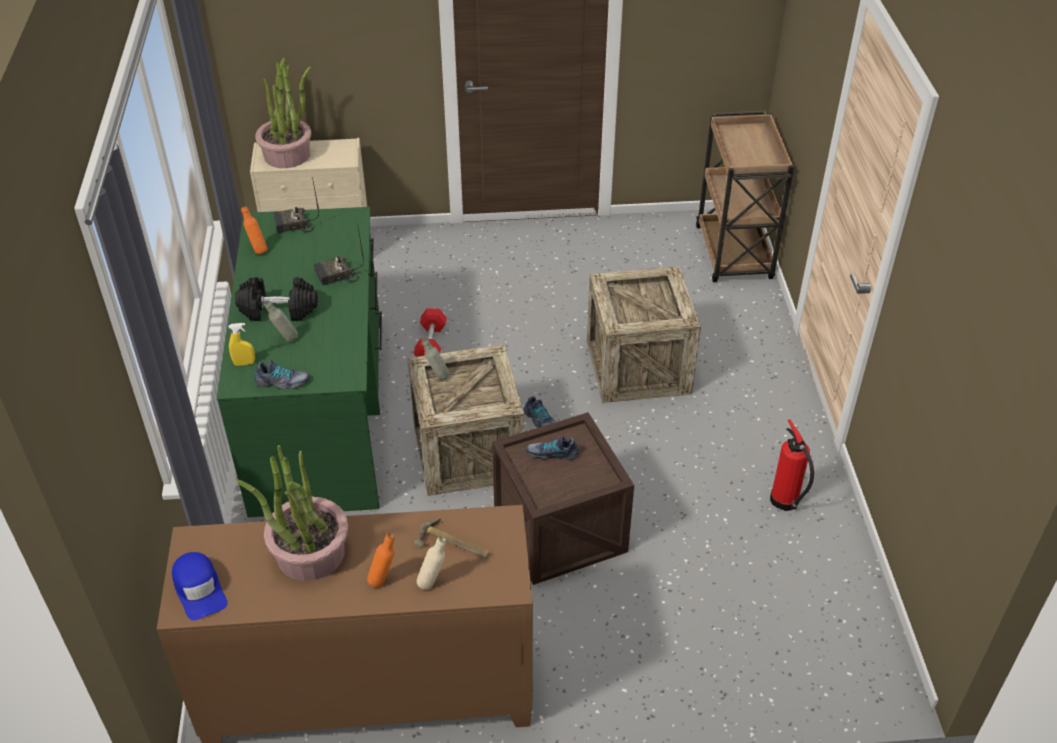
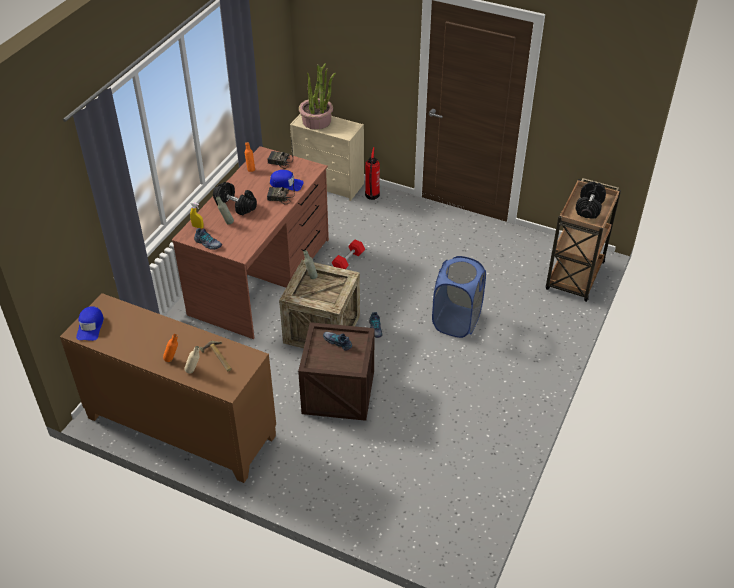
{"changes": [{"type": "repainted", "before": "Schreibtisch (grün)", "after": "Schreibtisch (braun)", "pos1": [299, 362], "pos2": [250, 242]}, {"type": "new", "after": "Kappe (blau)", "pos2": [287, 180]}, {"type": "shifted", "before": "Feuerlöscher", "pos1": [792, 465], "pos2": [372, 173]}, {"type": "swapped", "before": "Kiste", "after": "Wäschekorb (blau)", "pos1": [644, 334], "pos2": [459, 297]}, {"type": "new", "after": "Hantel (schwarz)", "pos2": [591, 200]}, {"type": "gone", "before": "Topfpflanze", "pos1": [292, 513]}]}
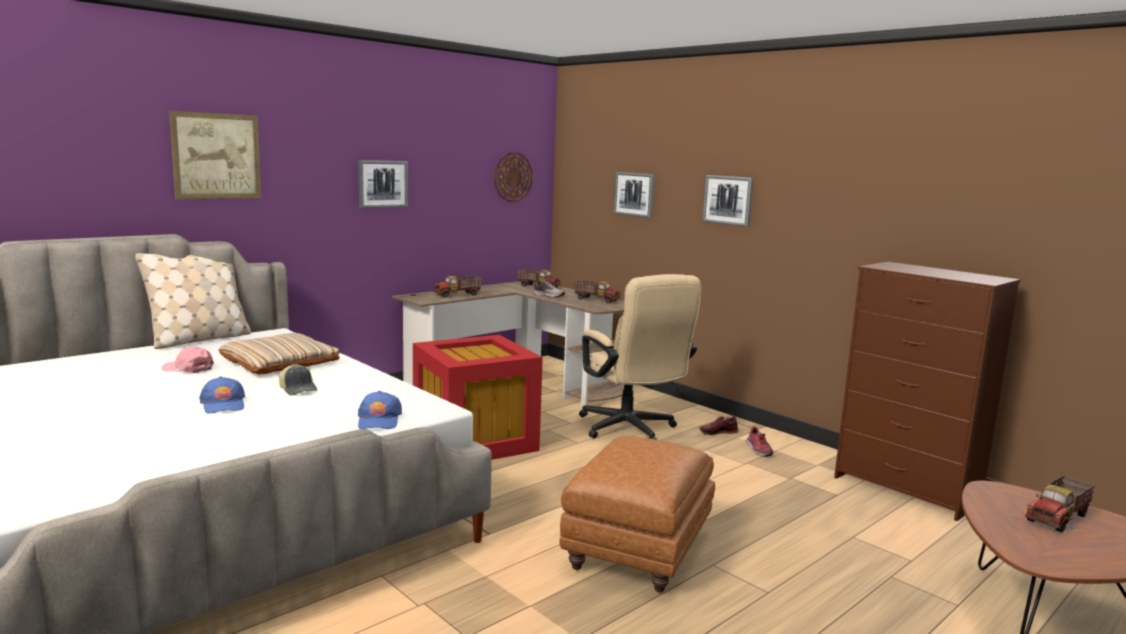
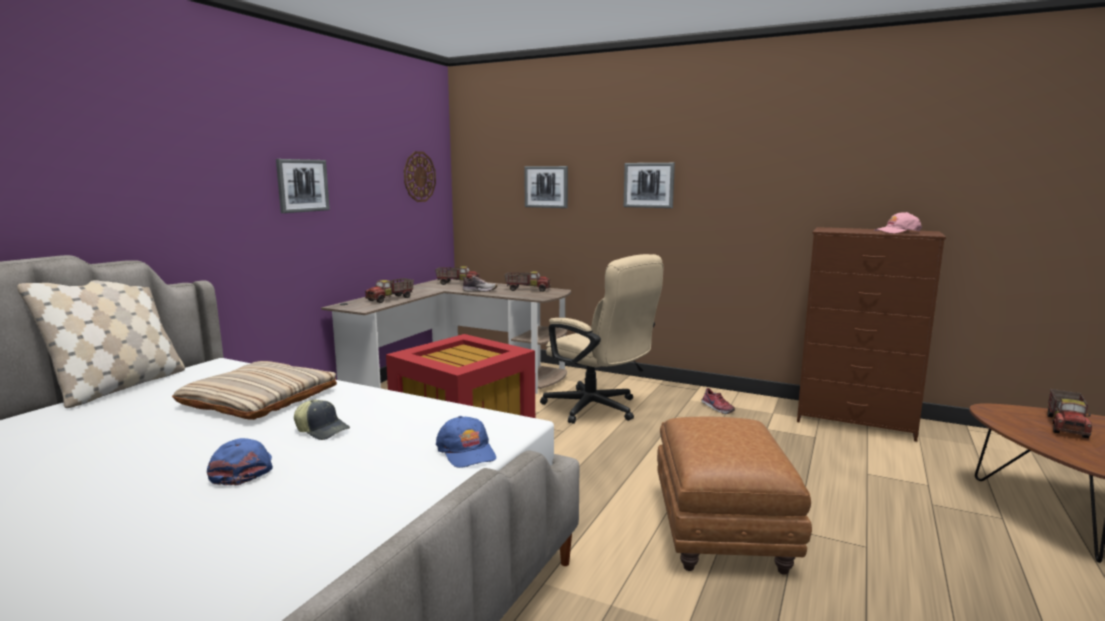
{"changes": [{"type": "rotated", "before": "Kappe (blau)", "pos1": [222, 395], "pos2": [240, 461], "turn": -150}, {"type": "shifted", "before": "Kappe (rosa)", "pos1": [188, 360], "pos2": [898, 222]}, {"type": "gone", "before": "Bild", "pos1": [215, 155]}, {"type": "gone", "before": "Schuh", "pos1": [719, 425]}]}
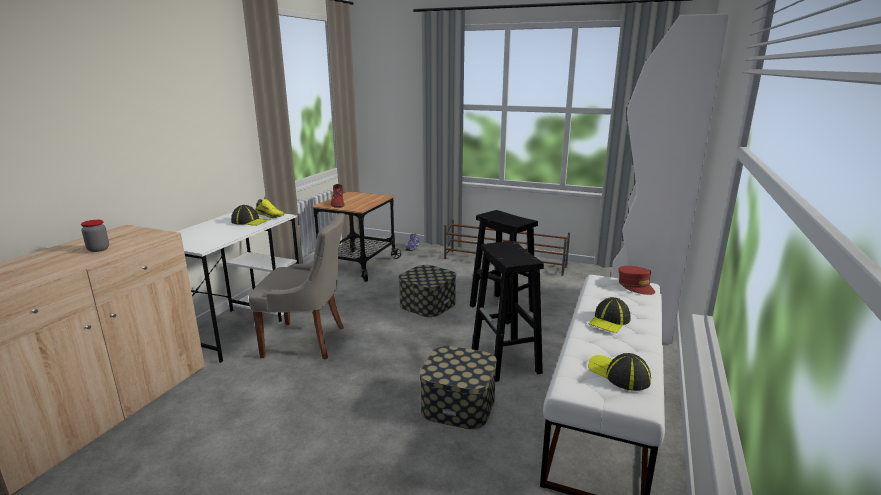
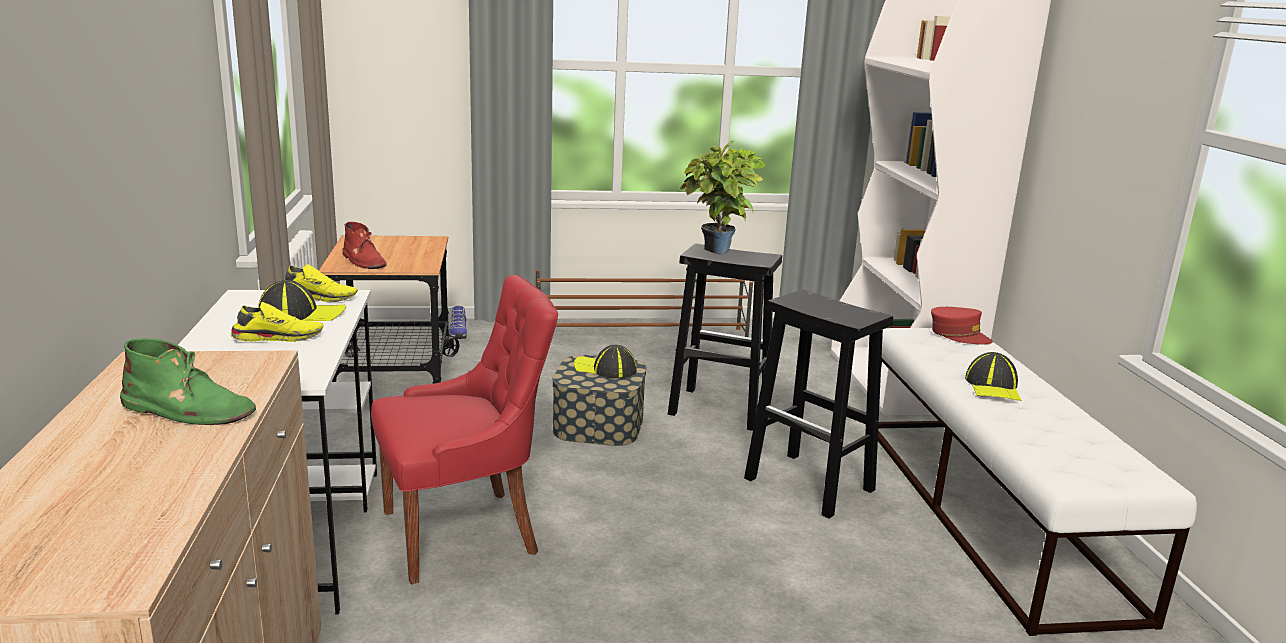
{"changes": [{"type": "swapped", "before": "Vorratsglas", "after": "Stiefel (grün)", "pos1": [95, 236], "pos2": [188, 381]}, {"type": "new", "after": "Schuh (gelb)", "pos2": [277, 322]}, {"type": "repainted", "before": "Stuhl (grau)", "after": "Stuhl (rot)", "pos1": [297, 286], "pos2": [464, 429]}, {"type": "shifted", "before": "Kappe", "pos1": [619, 372], "pos2": [605, 362]}, {"type": "new", "after": "Topfpflanze", "pos2": [722, 197]}, {"type": "gone", "before": "Aufbewahrungsbox", "pos1": [458, 387]}]}
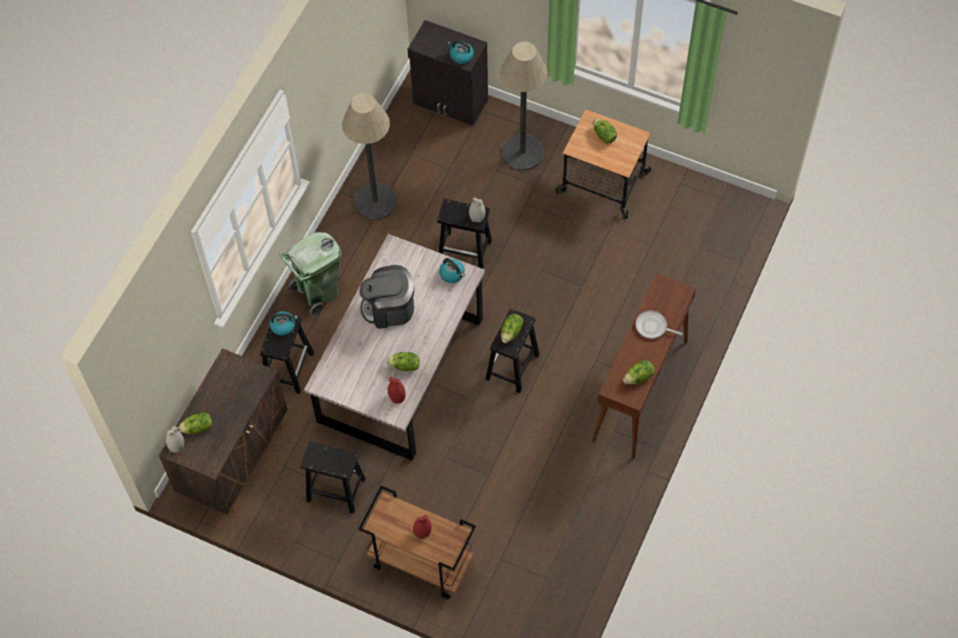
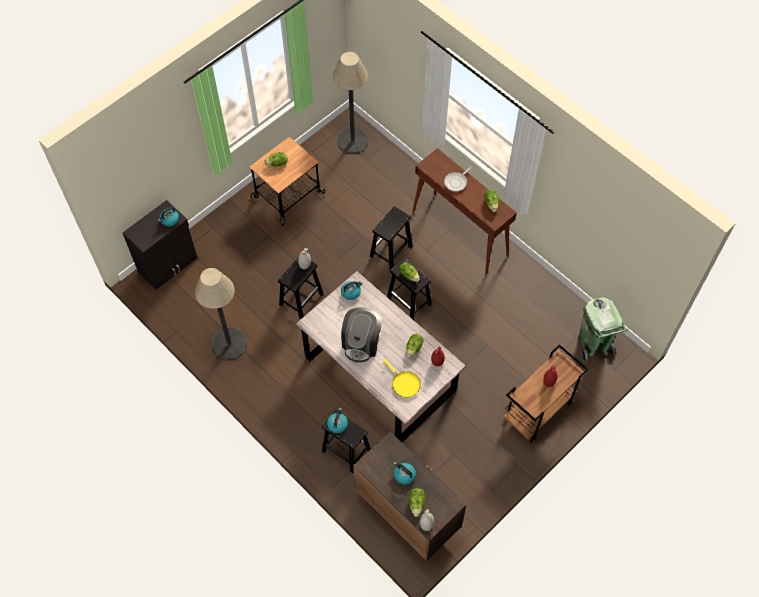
{"changes": [{"type": "shifted", "before": "Stehlampe", "pos1": [524, 106], "pos2": [350, 103]}, {"type": "shifted", "before": "Hocker (schwarz)", "pos1": [333, 477], "pos2": [391, 237]}, {"type": "new", "after": "Pfanne (gelb)", "pos2": [402, 378]}, {"type": "new", "after": "Wasserkessel", "pos2": [404, 473]}, {"type": "shifted", "before": "Mülleimer (grün)", "pos1": [311, 274], "pos2": [602, 330]}]}
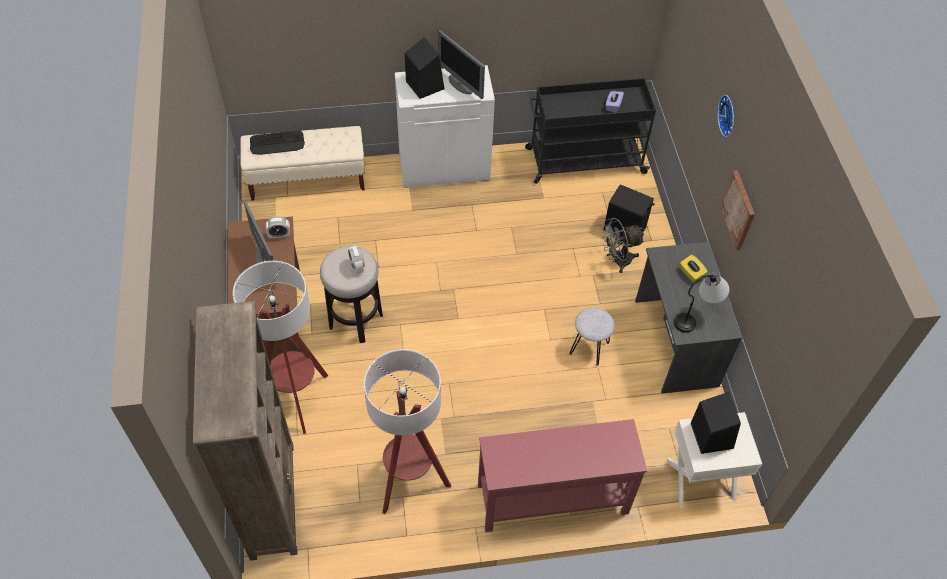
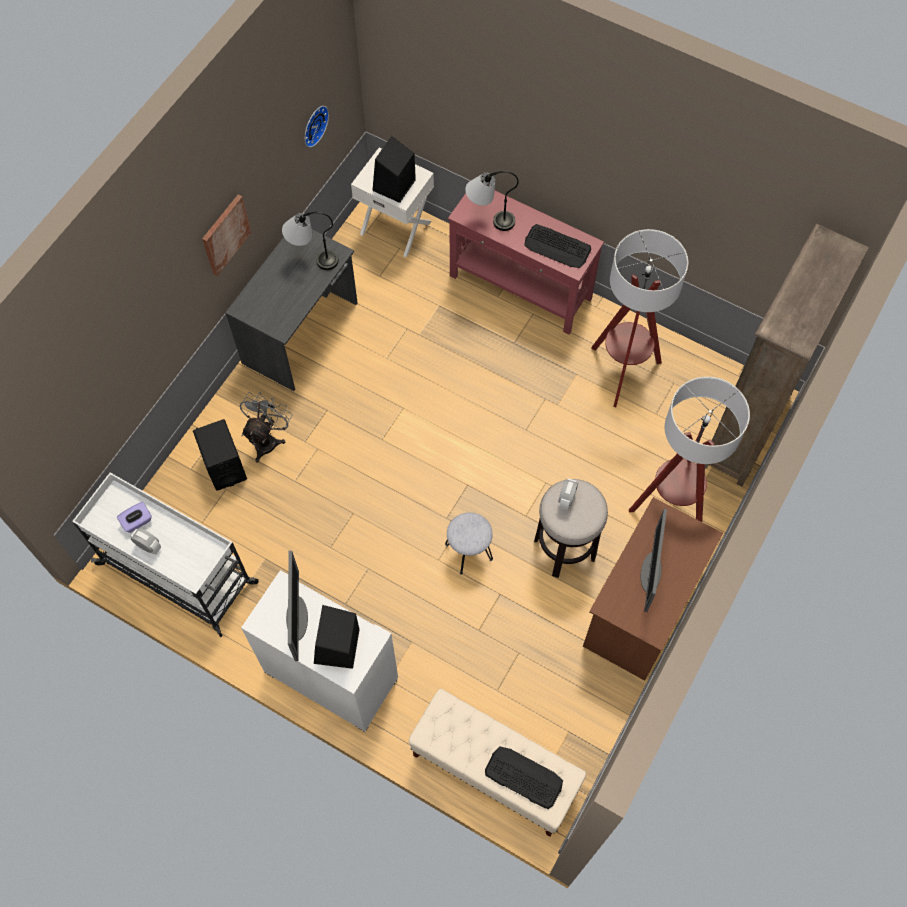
{"changes": [{"type": "repainted", "before": "Rollwagen (schwarz)", "after": "Rollwagen (weiß)", "pos1": [590, 131], "pos2": [165, 554]}, {"type": "shifted", "before": "Wecker", "pos1": [278, 227], "pos2": [145, 541]}, {"type": "rotated", "before": "Ventilator (grau)", "pos1": [623, 245], "pos2": [266, 427], "turn": -90}, {"type": "shifted", "before": "Wanduhr", "pos1": [726, 116], "pos2": [316, 126]}, {"type": "shifted", "before": "Hocker (grau)", "pos1": [592, 337], "pos2": [469, 543]}, {"type": "new", "after": "Tischlampe", "pos2": [492, 201]}, {"type": "new", "after": "Tastatur", "pos2": [557, 246]}, {"type": "gone", "before": "Taschentuchbox (gelb)", "pos1": [694, 269]}]}
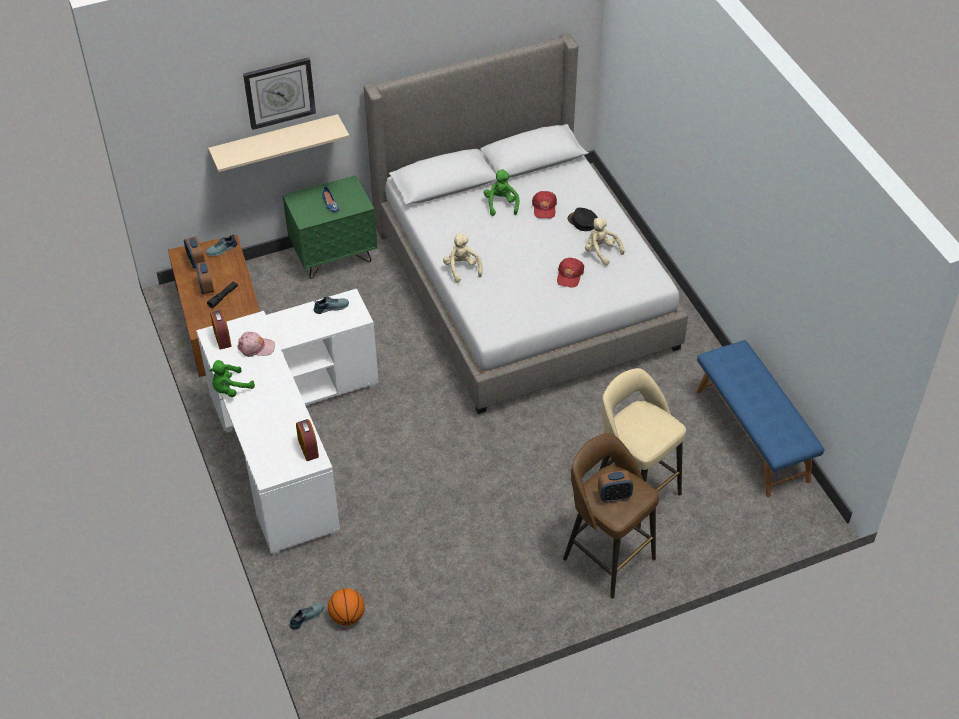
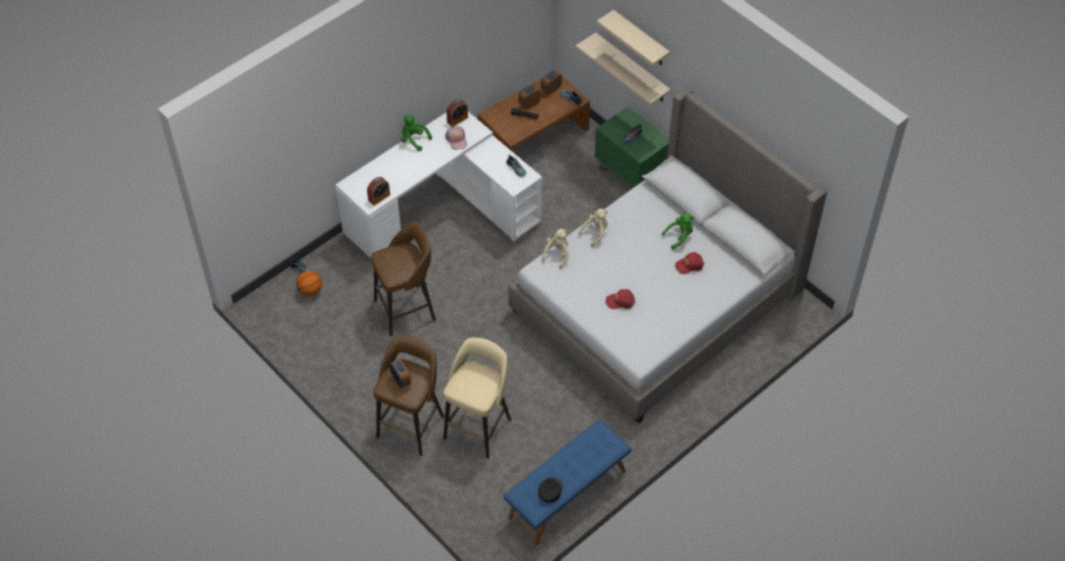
{"changes": [{"type": "new", "after": "Hocker (braun)", "pos2": [403, 279]}, {"type": "shifted", "before": "Kappe (schwarz)", "pos1": [583, 219], "pos2": [550, 490]}, {"type": "shifted", "before": "Plüschtier (beige)", "pos1": [605, 242], "pos2": [555, 249]}, {"type": "swapped", "before": "Wanduhr", "after": "Wandregal (beige)", "pos1": [279, 93], "pos2": [633, 38]}]}
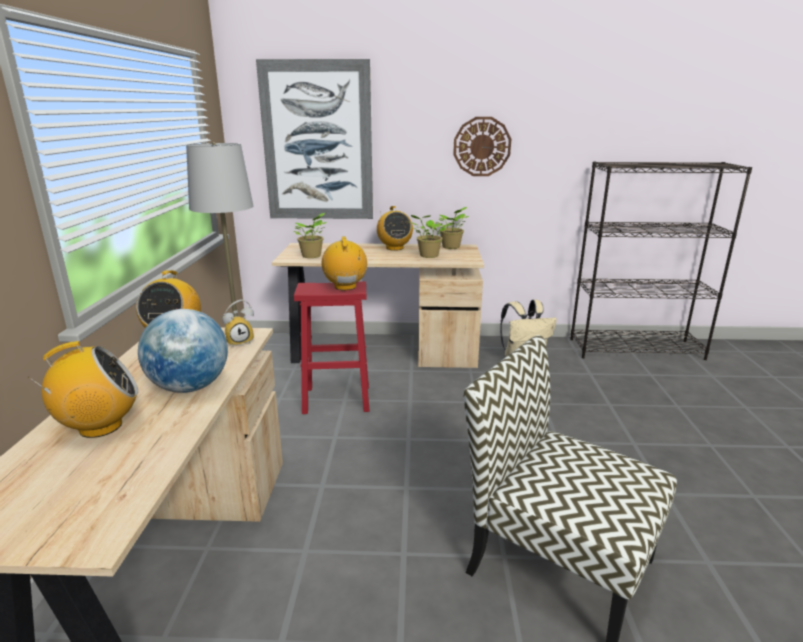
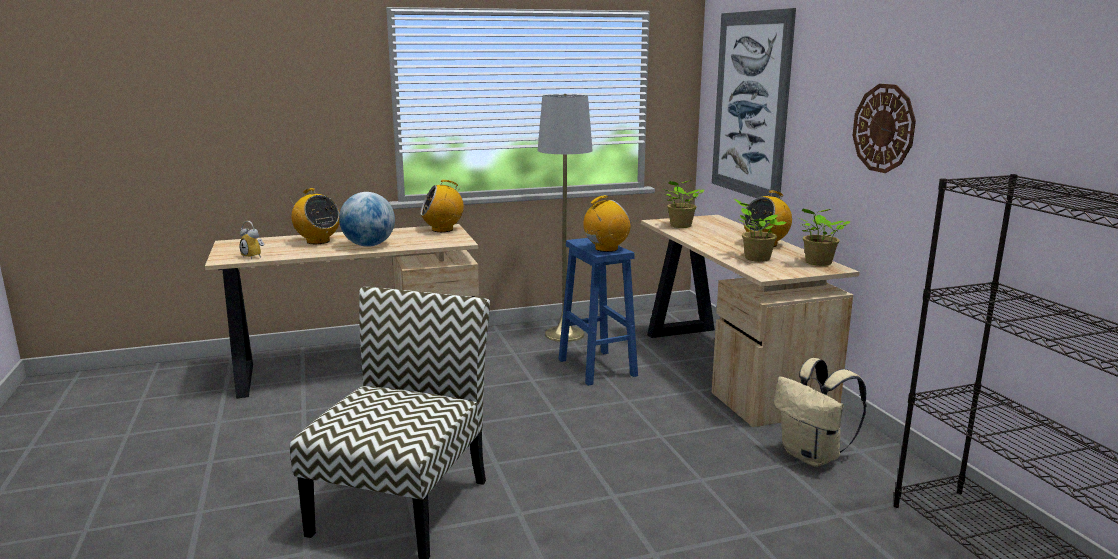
{"changes": [{"type": "shifted", "before": "Wecker", "pos1": [238, 323], "pos2": [252, 240]}, {"type": "repainted", "before": "Hocker (rot)", "after": "Hocker (blau)", "pos1": [331, 347], "pos2": [598, 312]}]}
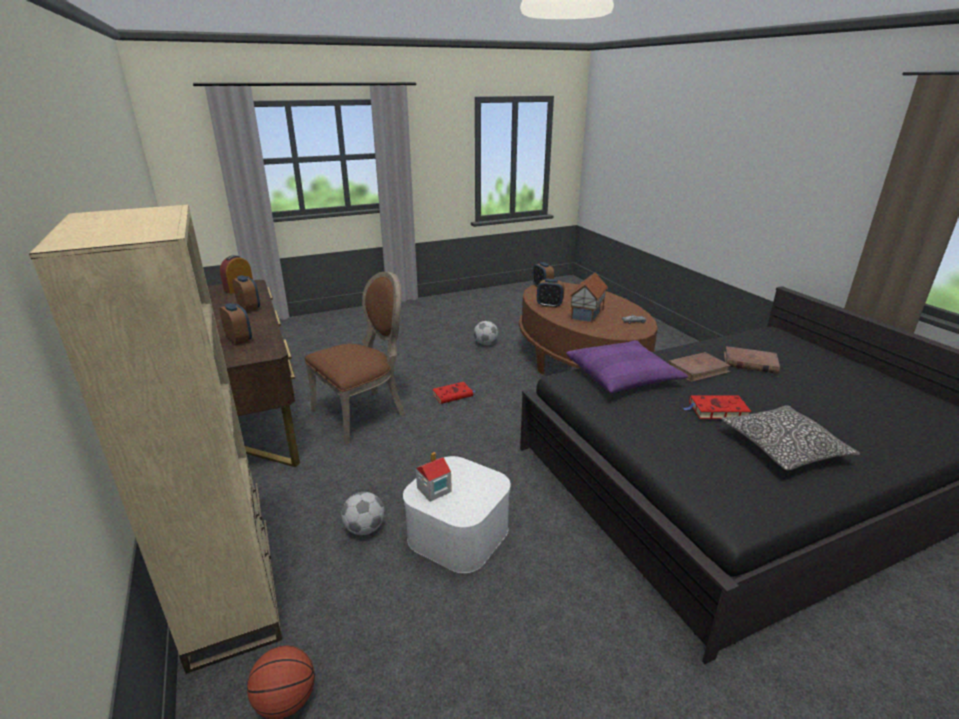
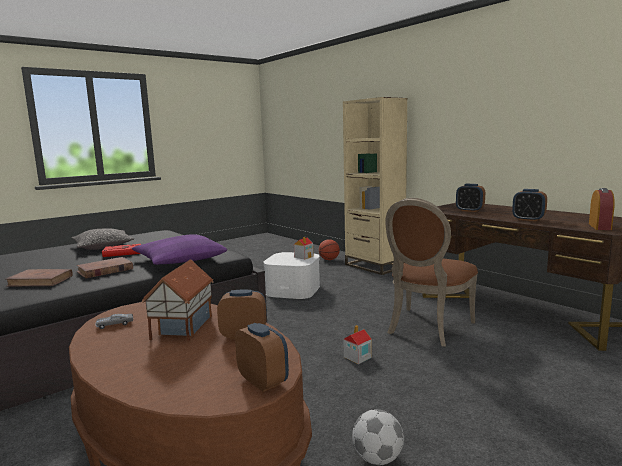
{"changes": [{"type": "swapped", "before": "Buch (rot)", "after": "Spielzeughaus", "pos1": [454, 393], "pos2": [357, 344]}, {"type": "gone", "before": "Fußball", "pos1": [362, 513]}]}
